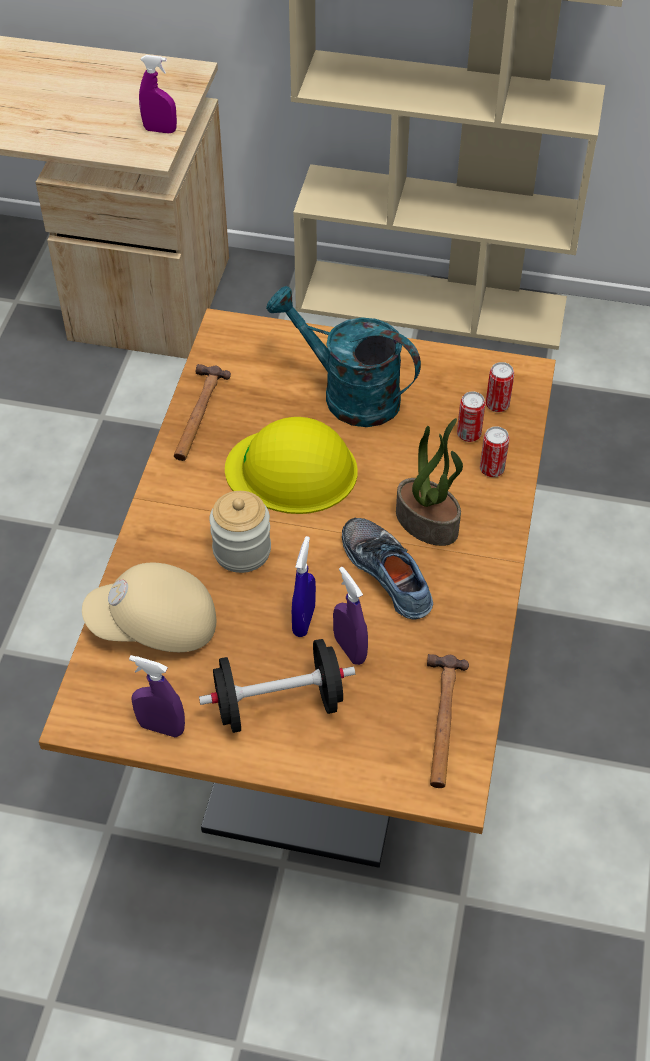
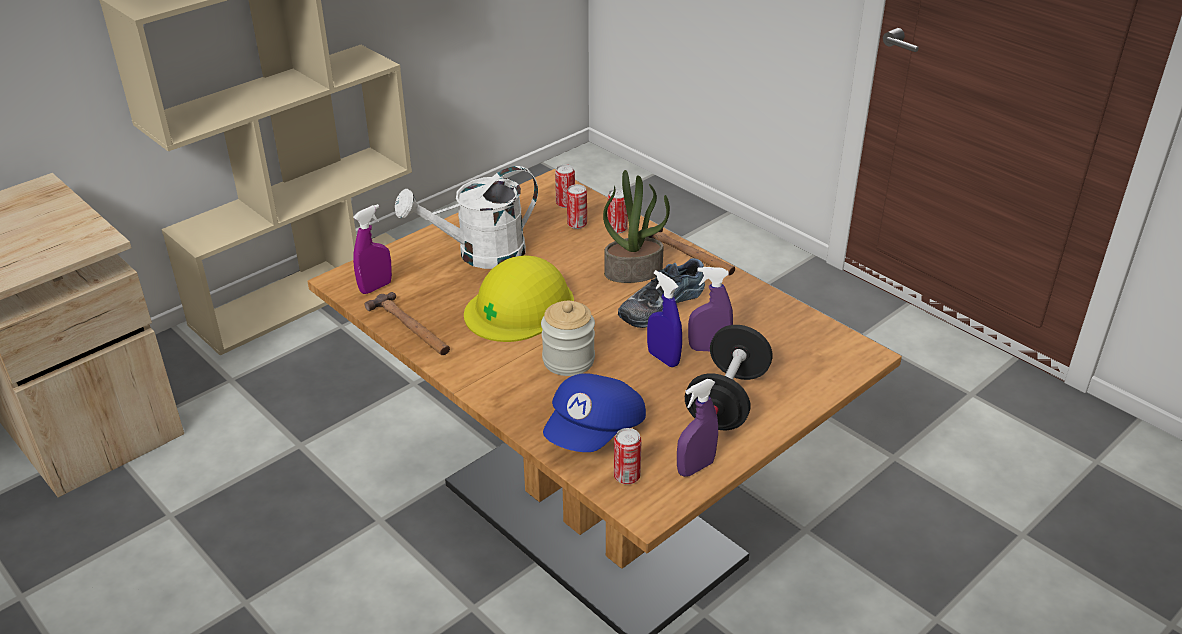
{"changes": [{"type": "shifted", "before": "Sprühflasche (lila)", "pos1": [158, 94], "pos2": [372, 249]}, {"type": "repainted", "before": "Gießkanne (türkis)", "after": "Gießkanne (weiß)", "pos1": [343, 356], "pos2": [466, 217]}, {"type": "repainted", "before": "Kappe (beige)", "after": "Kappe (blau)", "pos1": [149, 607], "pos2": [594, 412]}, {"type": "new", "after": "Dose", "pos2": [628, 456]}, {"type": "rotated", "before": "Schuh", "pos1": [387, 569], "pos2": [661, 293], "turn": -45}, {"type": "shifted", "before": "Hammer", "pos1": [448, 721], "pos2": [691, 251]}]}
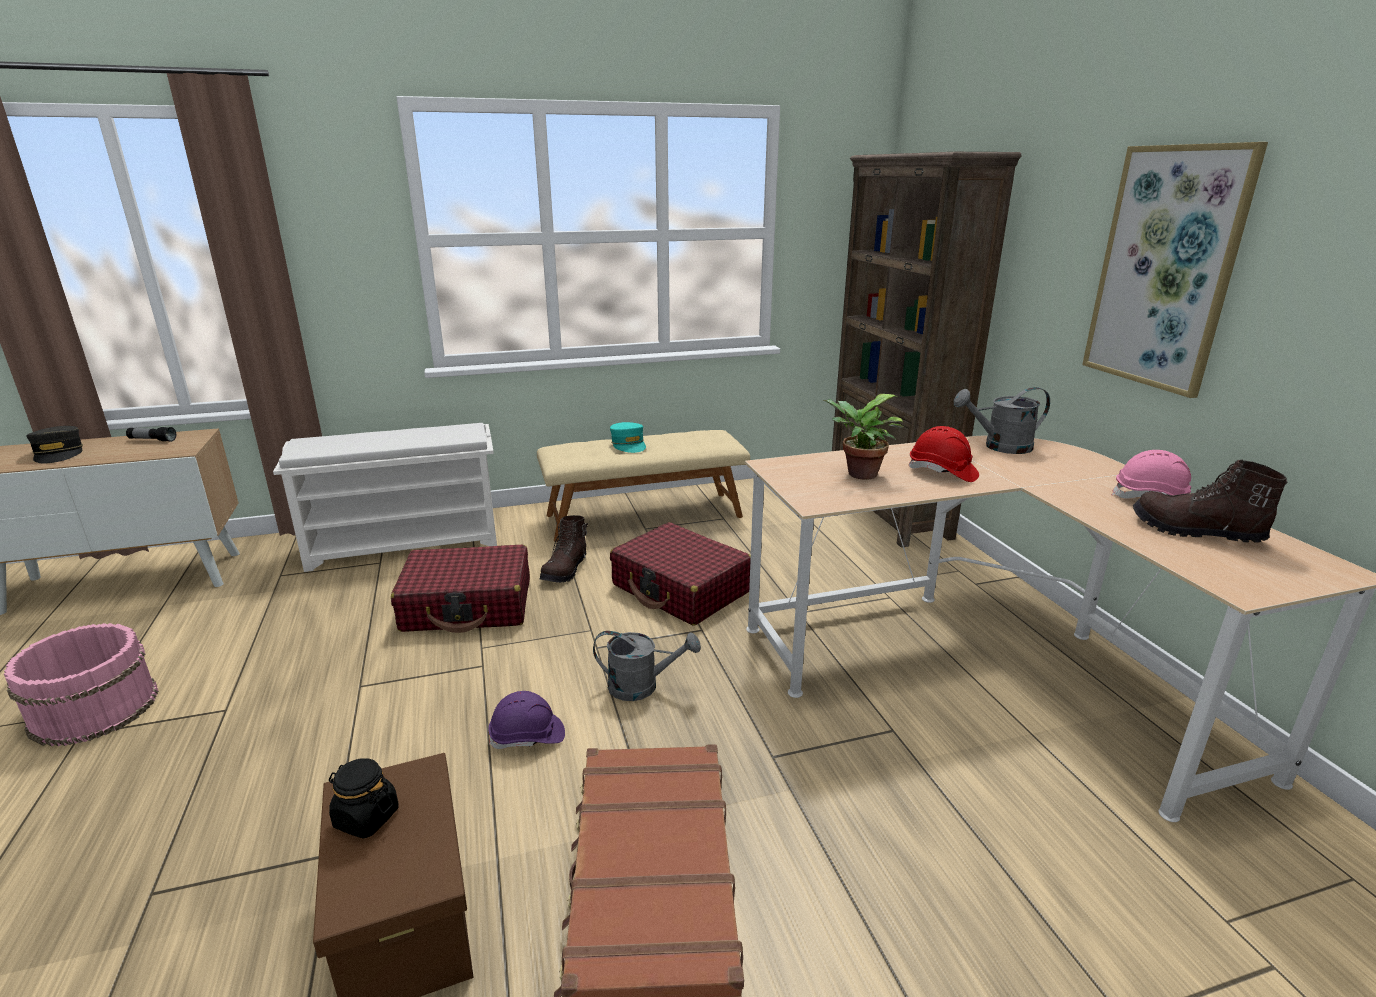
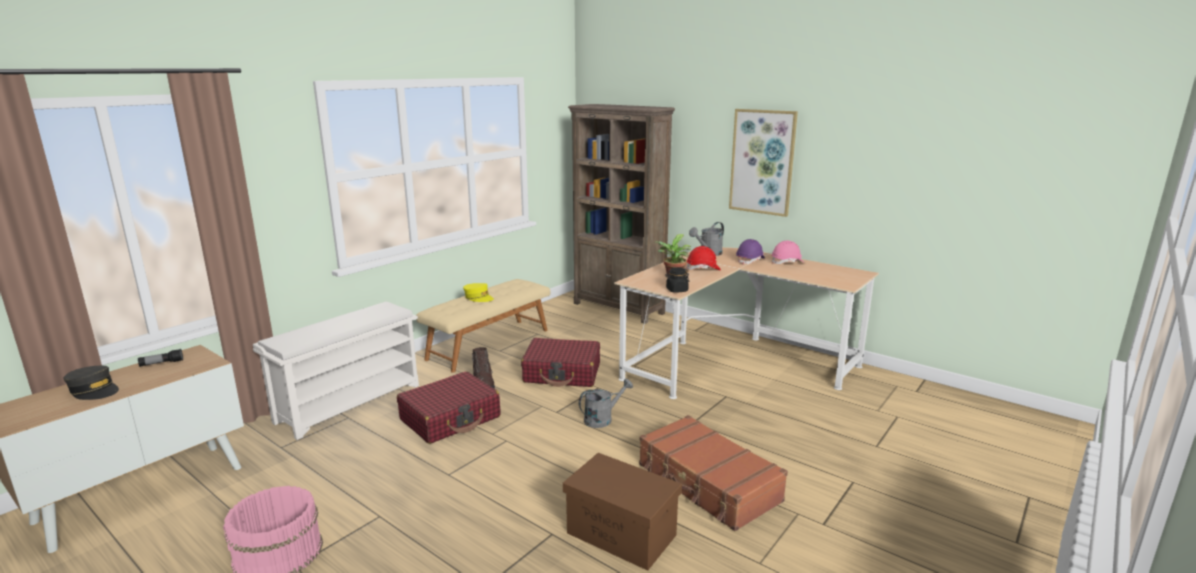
{"changes": [{"type": "repainted", "before": "Kappe (türkis)", "after": "Kappe (gelb)", "pos1": [628, 437], "pos2": [478, 292]}, {"type": "shifted", "before": "Vorratsglas (schwarz)", "pos1": [364, 798], "pos2": [677, 279]}, {"type": "shifted", "before": "Schutzhelm (lila)", "pos1": [526, 720], "pos2": [750, 252]}, {"type": "gone", "before": "Stiefel (braun)", "pos1": [1210, 501]}]}
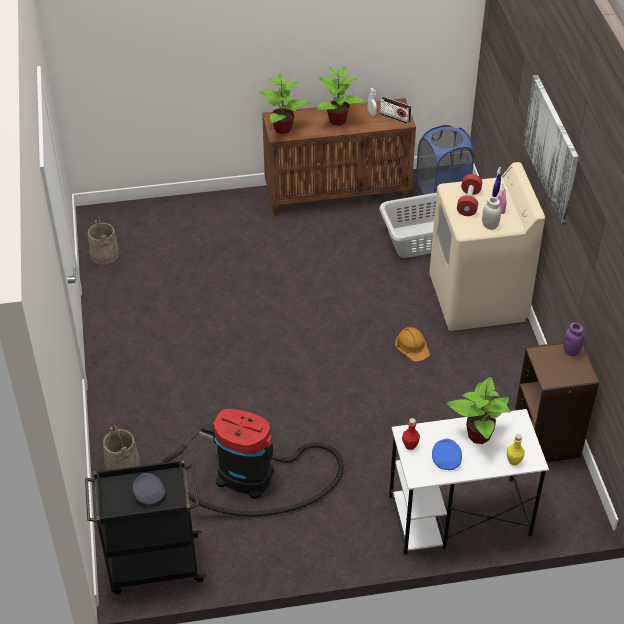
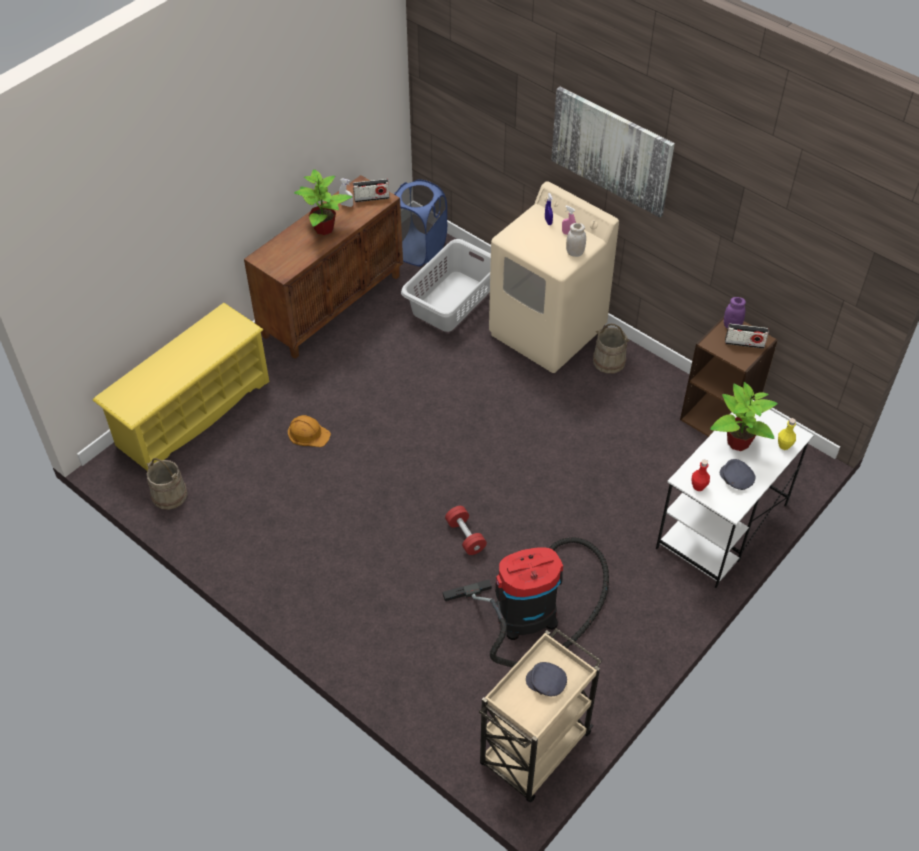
{"changes": [{"type": "new", "after": "Schuhregal (gelb)", "pos2": [181, 387]}, {"type": "shifted", "before": "Schutzhelm (orange)", "pos1": [412, 344], "pos2": [309, 431]}, {"type": "shifted", "before": "Hantel (rot)", "pos1": [469, 195], "pos2": [466, 530]}, {"type": "repainted", "before": "Rollwagen (schwarz)", "after": "Rollwagen (beige)", "pos1": [146, 527], "pos2": [540, 715]}, {"type": "shifted", "before": "Eimer (beige)", "pos1": [121, 447], "pos2": [611, 348]}, {"type": "repainted", "before": "Kappe (blau)", "after": "Kappe (grau)", "pos1": [447, 454], "pos2": [738, 474]}, {"type": "new", "after": "Radio", "pos2": [747, 336]}, {"type": "gone", "before": "Topfpflanze", "pos1": [285, 104]}]}
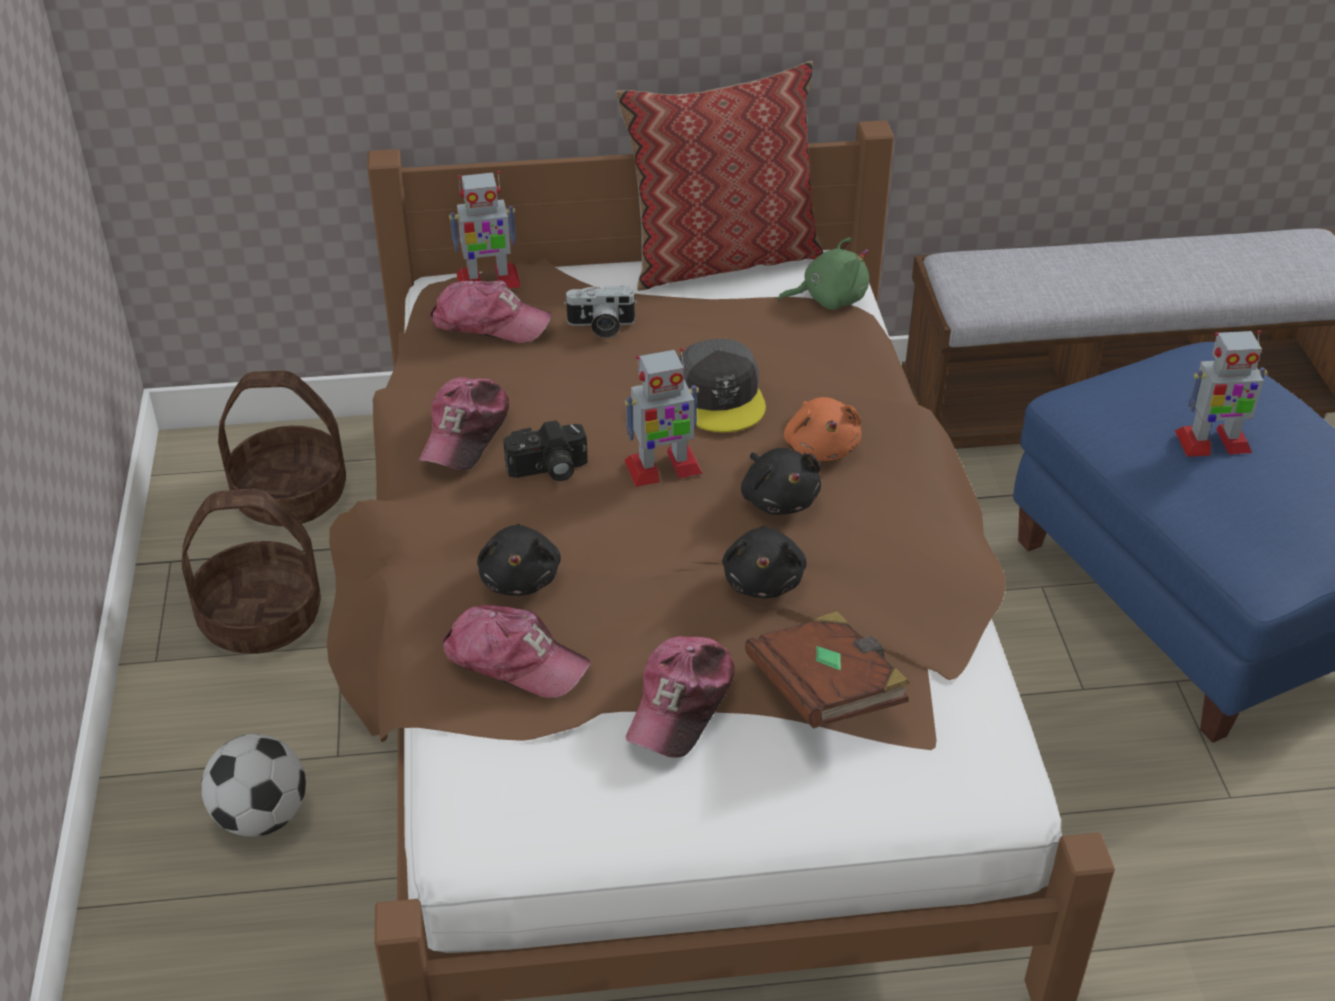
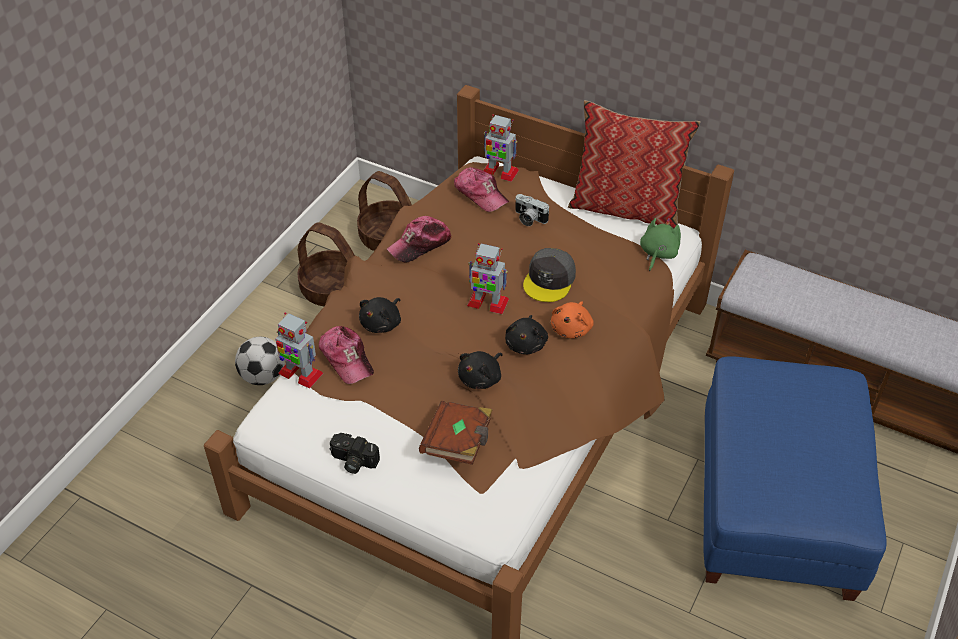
{"changes": [{"type": "shifted", "before": "Spielzeugroboter", "pos1": [1221, 393], "pos2": [299, 350]}, {"type": "shifted", "before": "Kamera", "pos1": [545, 450], "pos2": [355, 453]}, {"type": "rotated", "before": "Plüschtier (grün)", "pos1": [823, 273], "pos2": [660, 244], "turn": -90}, {"type": "gone", "before": "Kappe", "pos1": [680, 697]}]}
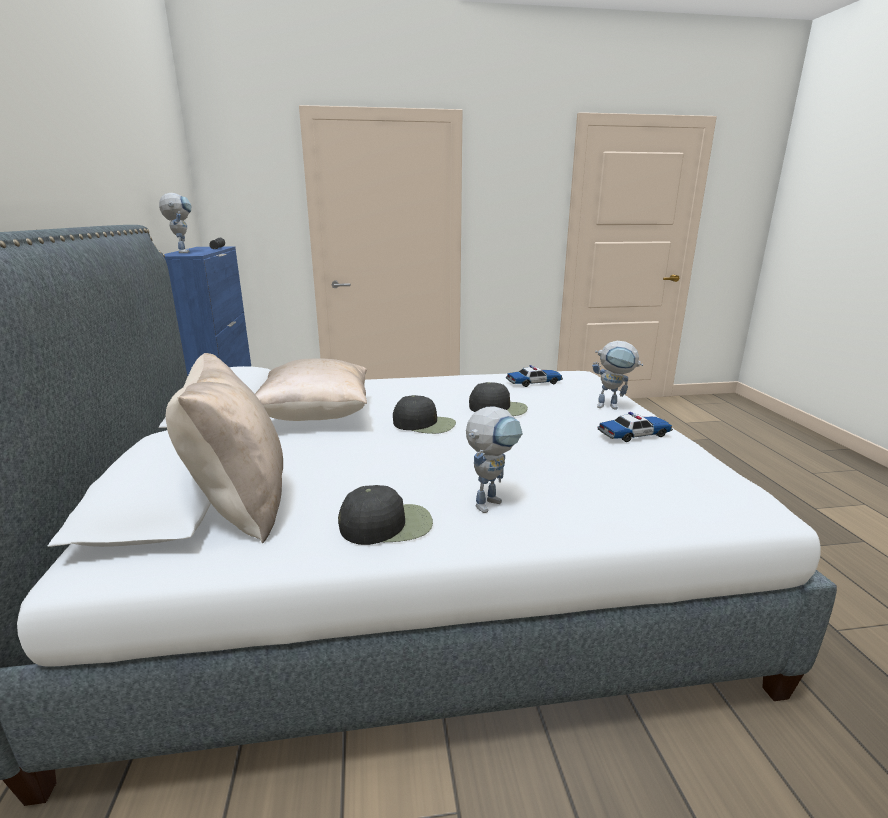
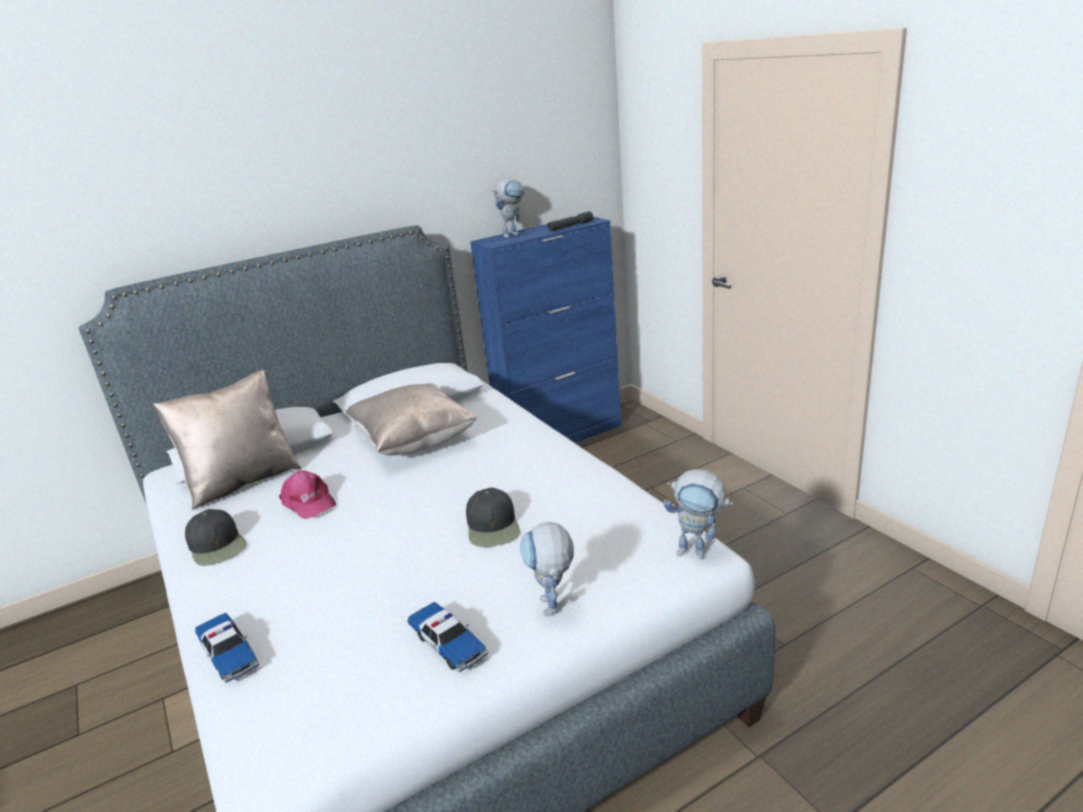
{"changes": [{"type": "shifted", "before": "Spielzeugauto", "pos1": [534, 376], "pos2": [227, 648]}, {"type": "new", "after": "Kappe (rosa)", "pos2": [307, 494]}, {"type": "shifted", "before": "Spielzeugroboter", "pos1": [494, 460], "pos2": [698, 514]}, {"type": "gone", "before": "Kappe (schwarz)", "pos1": [424, 414]}]}
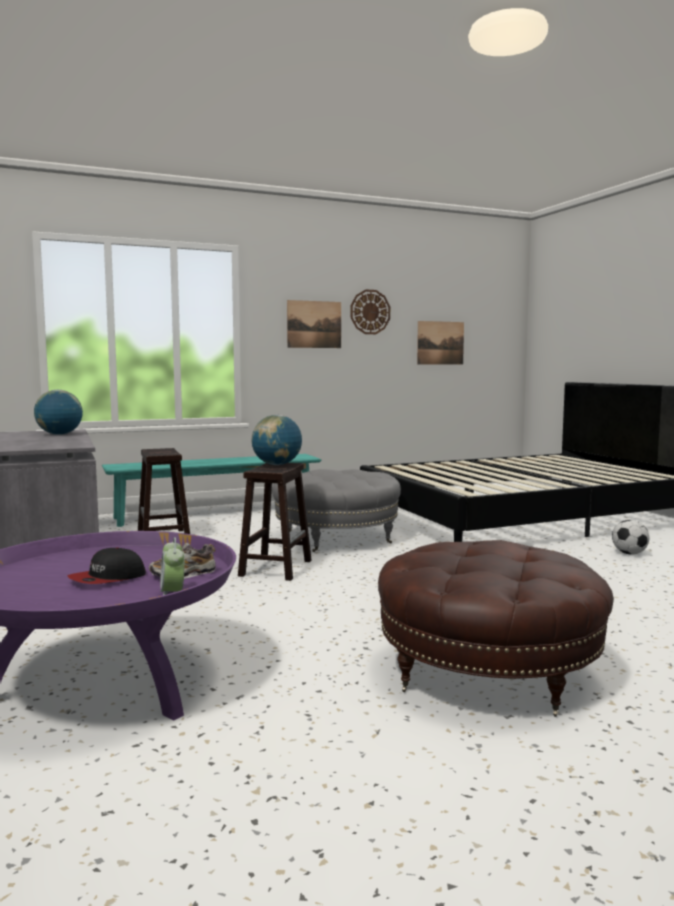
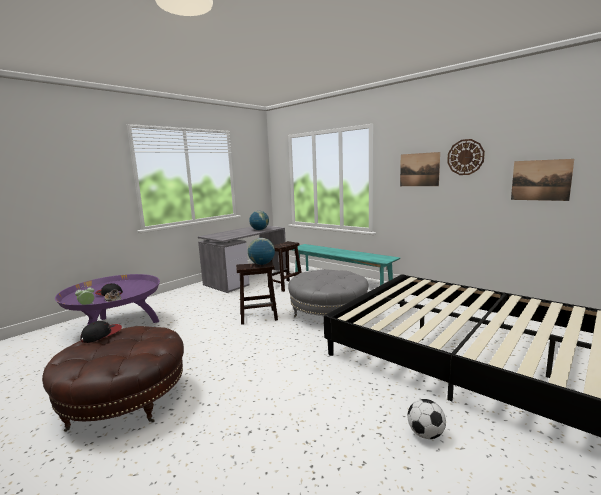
{"changes": [{"type": "new", "after": "Kappe", "pos2": [101, 332]}]}
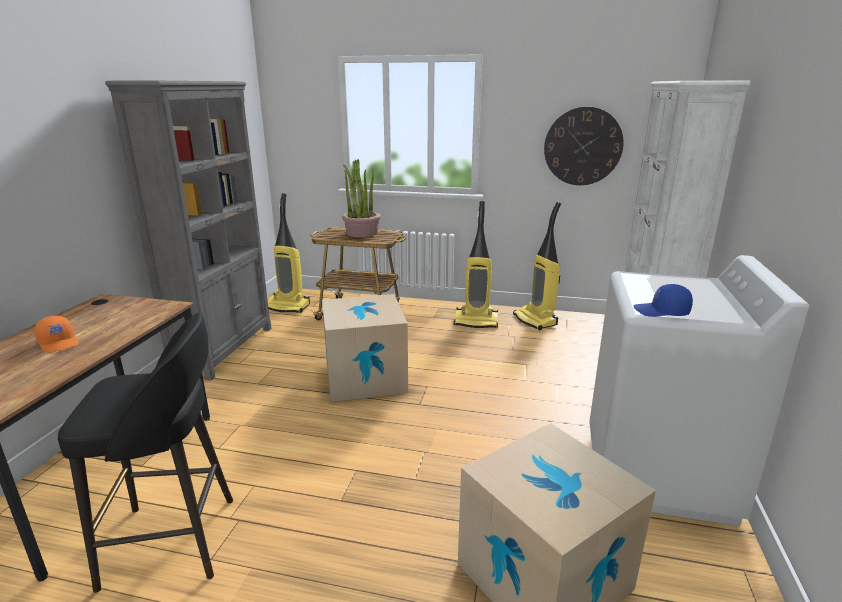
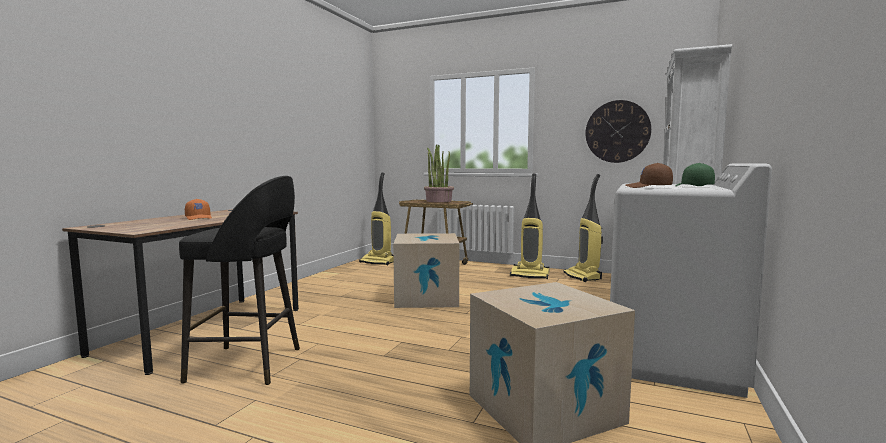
{"changes": [{"type": "repainted", "before": "Kappe (blau)", "after": "Kappe (braun)", "pos1": [663, 300], "pos2": [649, 175]}, {"type": "new", "after": "Kappe (grün)", "pos2": [695, 174]}, {"type": "gone", "before": "Bücherregal (grau)", "pos1": [188, 231]}]}
